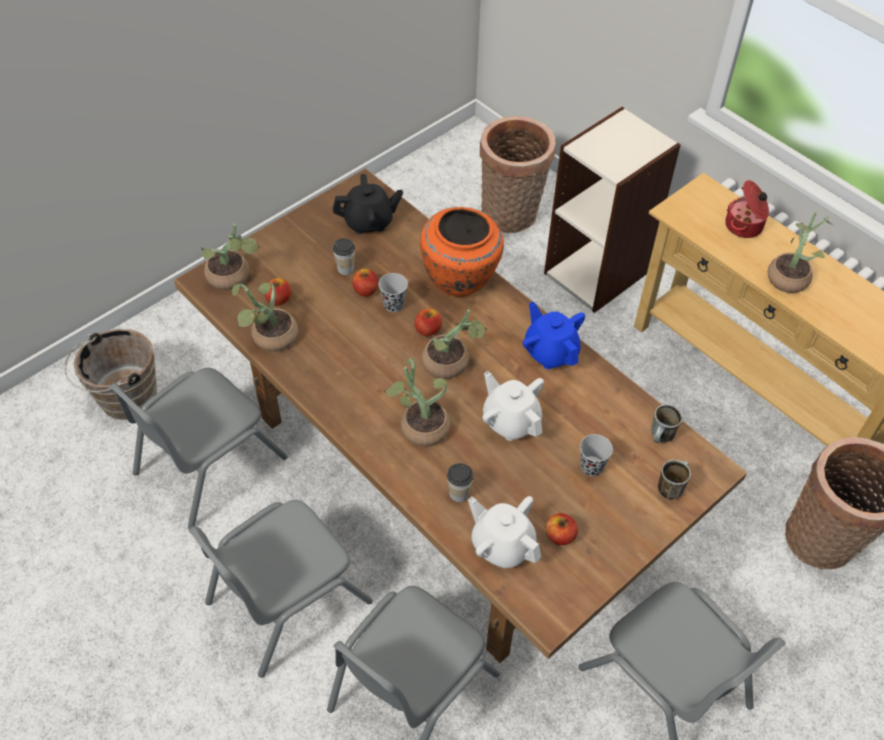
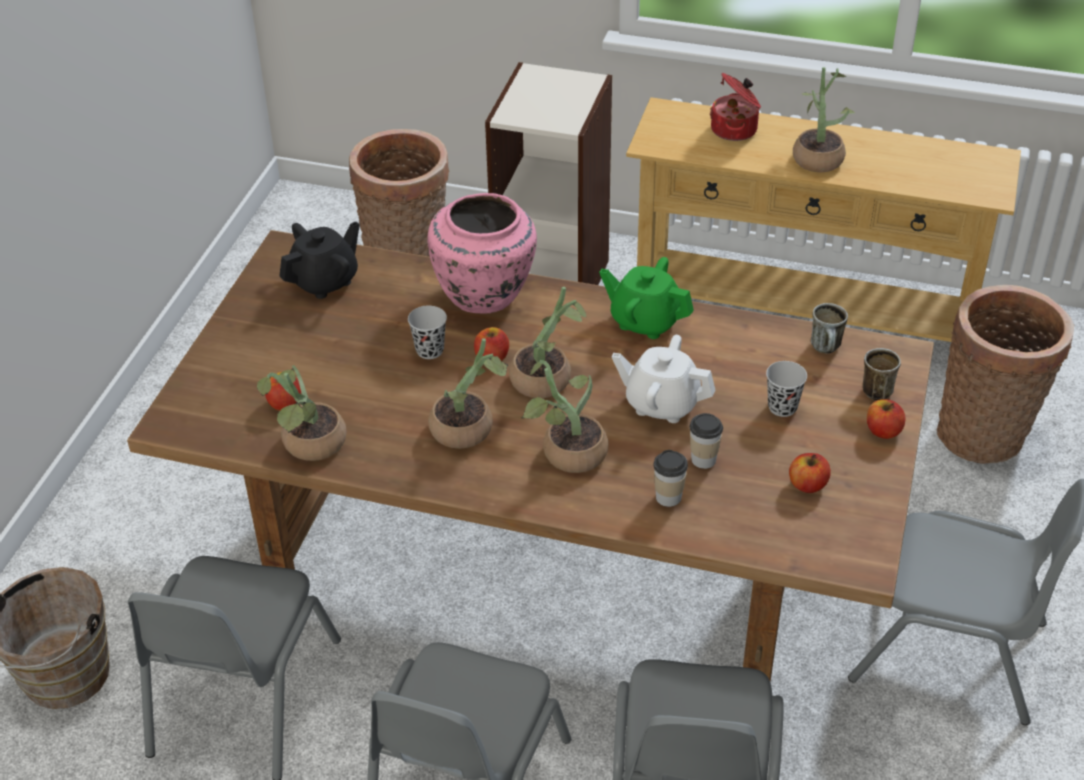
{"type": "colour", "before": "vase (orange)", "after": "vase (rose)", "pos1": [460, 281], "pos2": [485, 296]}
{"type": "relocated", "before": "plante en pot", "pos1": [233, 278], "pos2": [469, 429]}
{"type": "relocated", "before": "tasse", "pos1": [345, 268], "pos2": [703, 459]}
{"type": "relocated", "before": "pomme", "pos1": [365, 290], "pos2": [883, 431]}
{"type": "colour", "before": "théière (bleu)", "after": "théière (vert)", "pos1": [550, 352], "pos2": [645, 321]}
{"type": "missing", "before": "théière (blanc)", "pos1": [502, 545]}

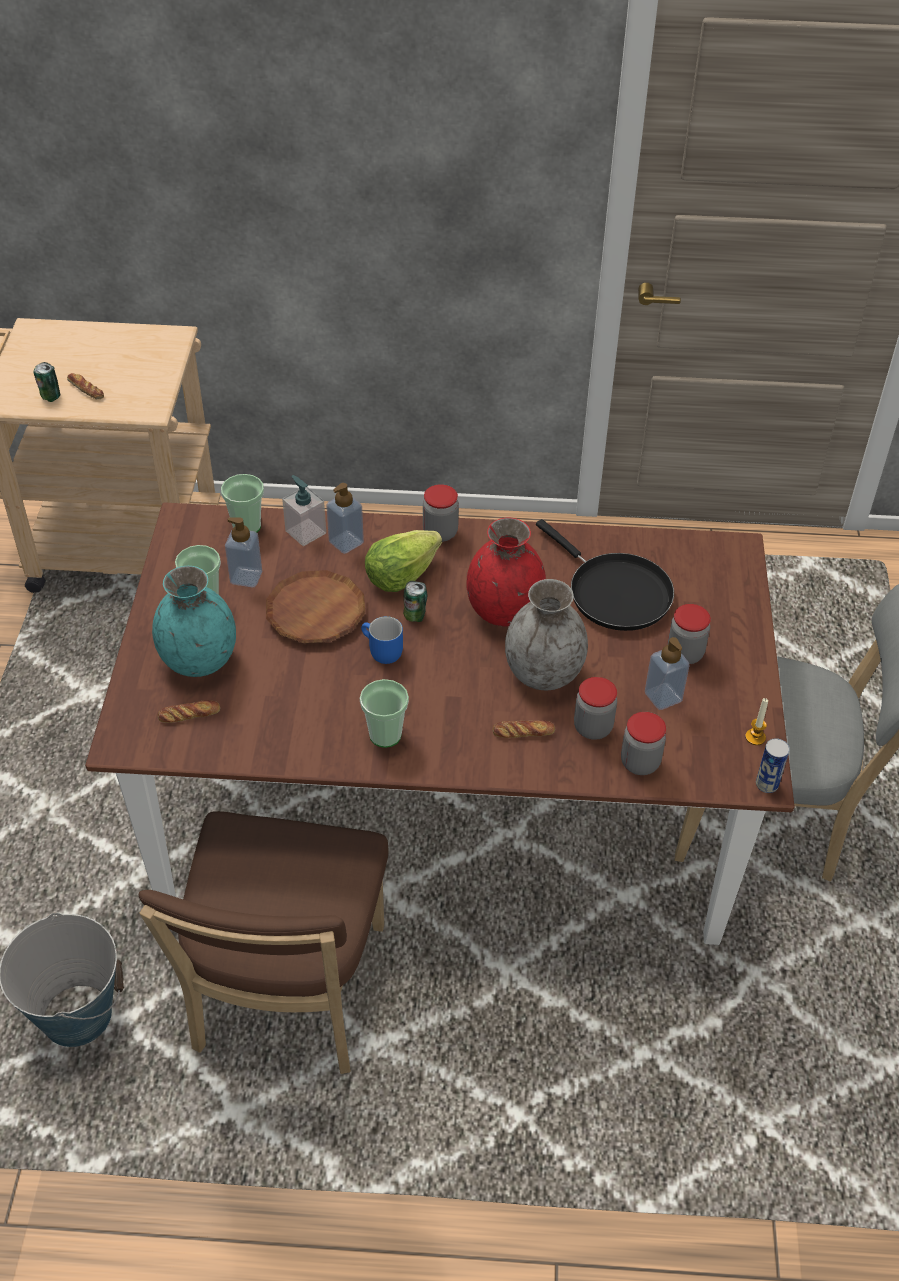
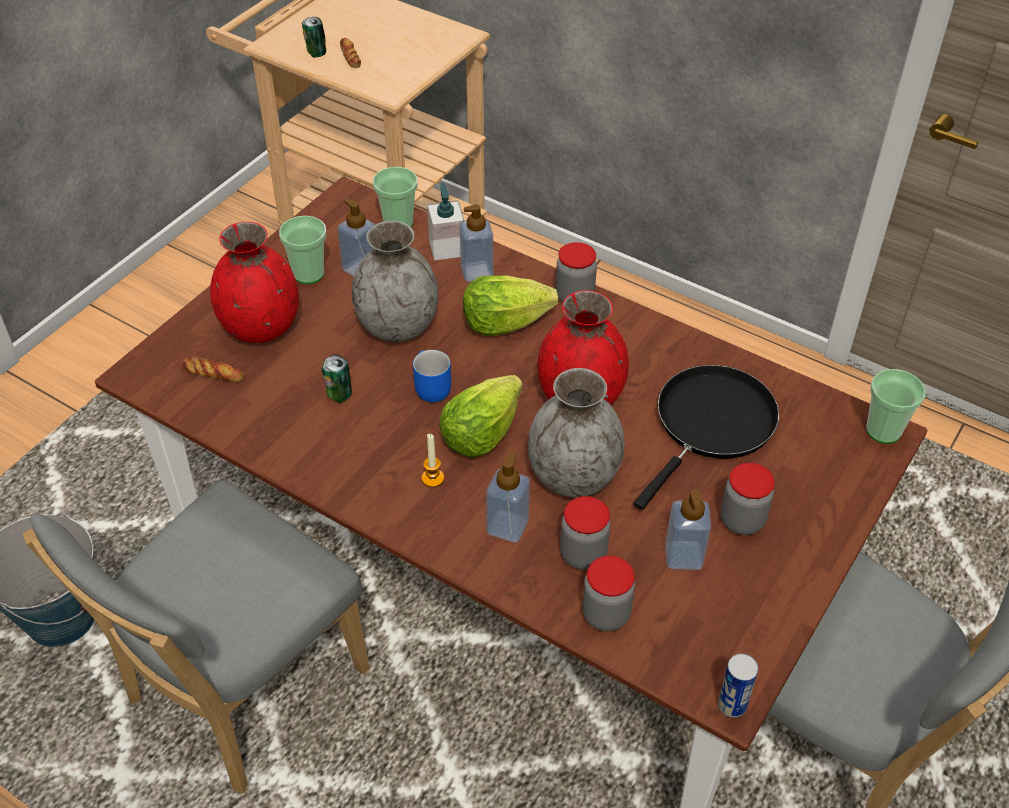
{"type": "spun", "before": "poêle (noir)", "pos1": [614, 592], "pos2": [711, 425], "turn": -135}
{"type": "colour", "before": "vase (turquoise)", "after": "vase (rouge)", "pos1": [199, 659], "pos2": [261, 327]}
{"type": "exchanged", "before": "assiette (marron)", "after": "vase (gris)", "pos1": [315, 612], "pos2": [398, 326]}
{"type": "relocated", "before": "boîte métallique", "pos1": [415, 616], "pos2": [339, 395]}
{"type": "relocated", "before": "tasse", "pos1": [385, 735], "pos2": [883, 430]}
{"type": "relocated", "before": "bougie", "pos1": [755, 737], "pos2": [432, 478]}
{"type": "exchanged", "before": "pain", "after": "distributeur de savon", "pos1": [523, 732], "pos2": [507, 526]}
{"type": "colour", "before": "chaise (marron)", "after": "chaise (gris)", "pos1": [286, 996], "pos2": [239, 692]}
{"type": "appeared", "after": "laitue", "pos2": [480, 434]}

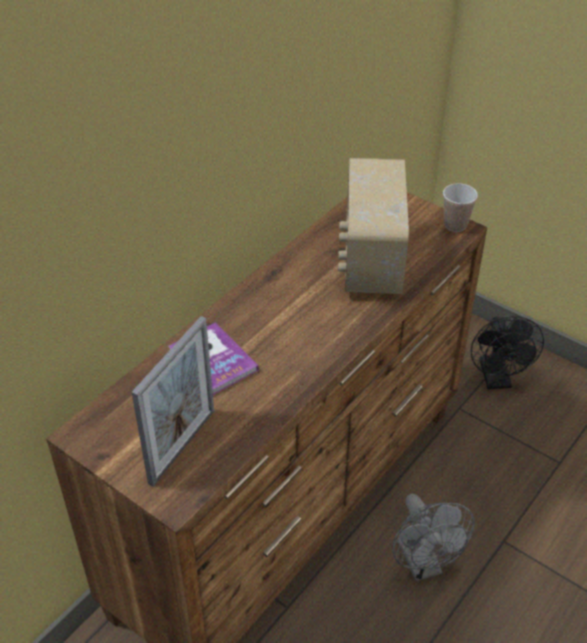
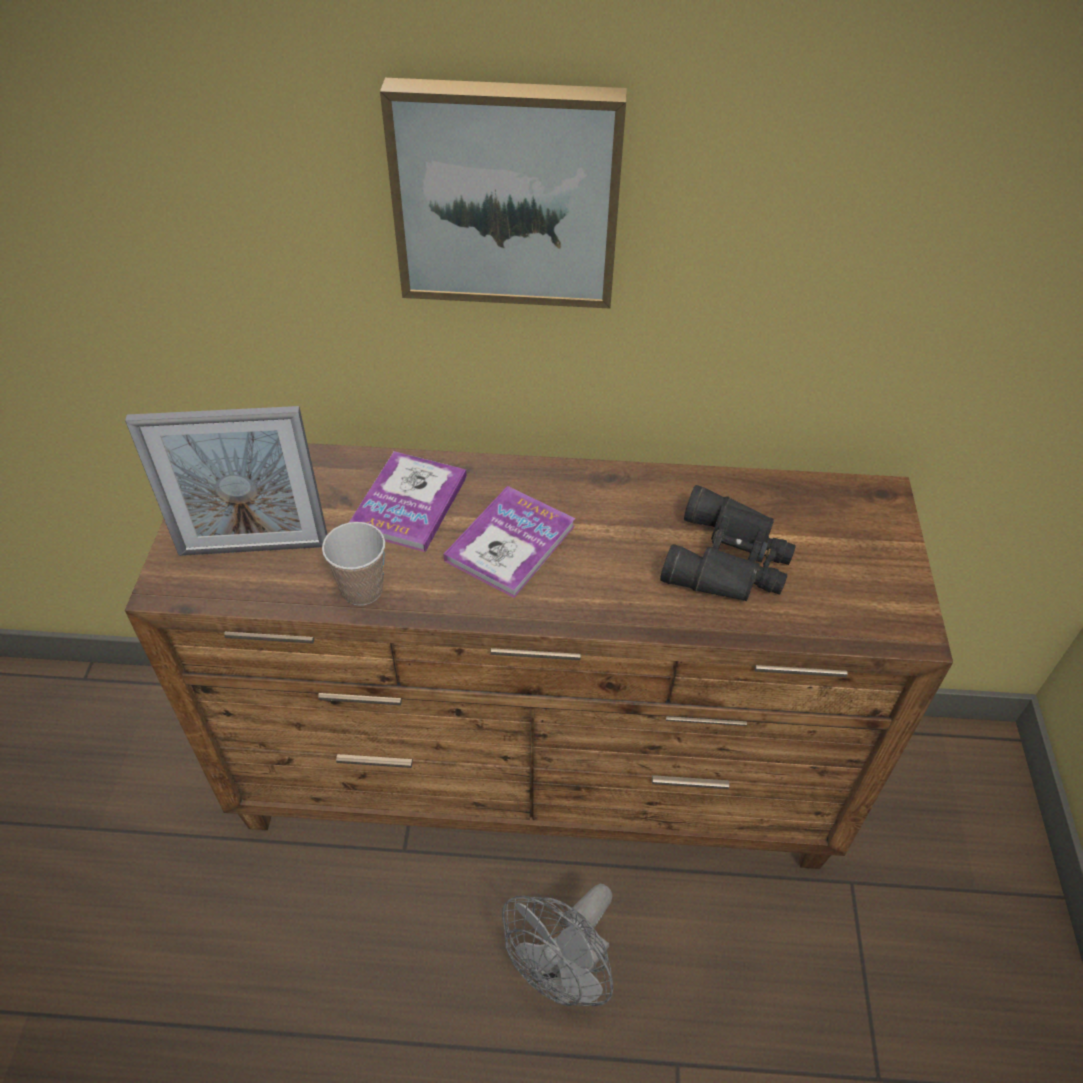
{"type": "exchanged", "before": "radio", "after": "jumelles (noir)", "pos1": [370, 260], "pos2": [730, 560]}
{"type": "relocated", "before": "tasse", "pos1": [455, 225], "pos2": [362, 590]}
{"type": "missing", "before": "ventilateur (noir)", "pos1": [497, 379]}
{"type": "appeared", "after": "tableau", "pos2": [506, 193]}
{"type": "appeared", "after": "livre", "pos2": [510, 543]}

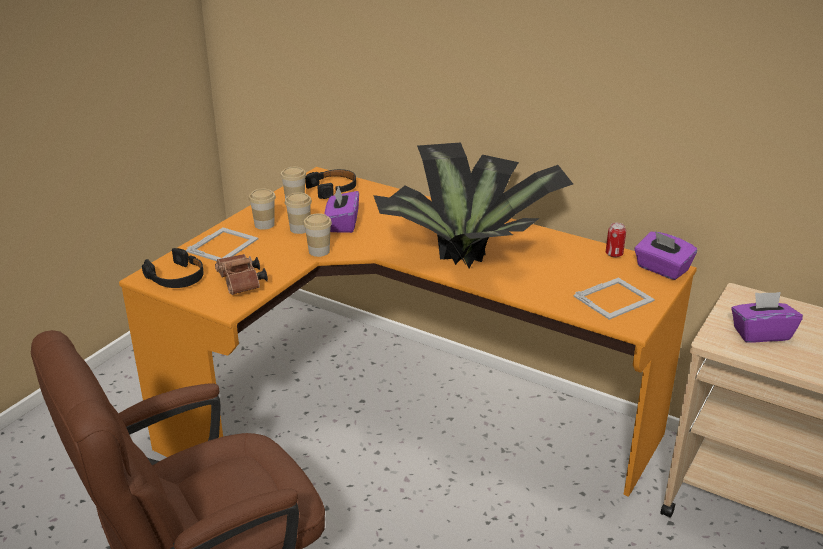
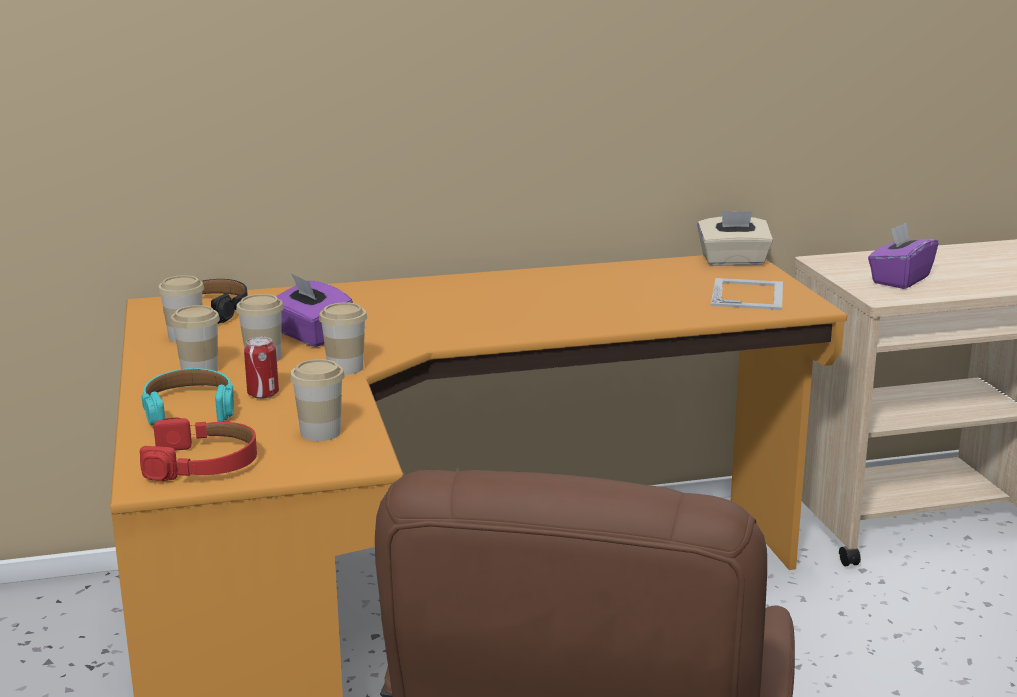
{"type": "missing", "before": "plante en pot", "pos1": [468, 251]}
{"type": "relocated", "before": "boîte métallique", "pos1": [614, 254], "pos2": [263, 394]}
{"type": "exchanged", "before": "cadre photo", "after": "casque audio (turquoise)", "pos1": [223, 245], "pos2": [189, 409]}
{"type": "colour", "before": "boîte à mouchoirs (violet)", "after": "boîte à mouchoirs (beige)", "pos1": [662, 269], "pos2": [733, 261]}
{"type": "colour", "before": "casque audio (noir)", "after": "casque audio (rouge)", "pos1": [177, 277], "pos2": [203, 463]}
{"type": "exchanged", "before": "jumelles (marron)", "after": "tasse", "pos1": [242, 284], "pos2": [320, 432]}

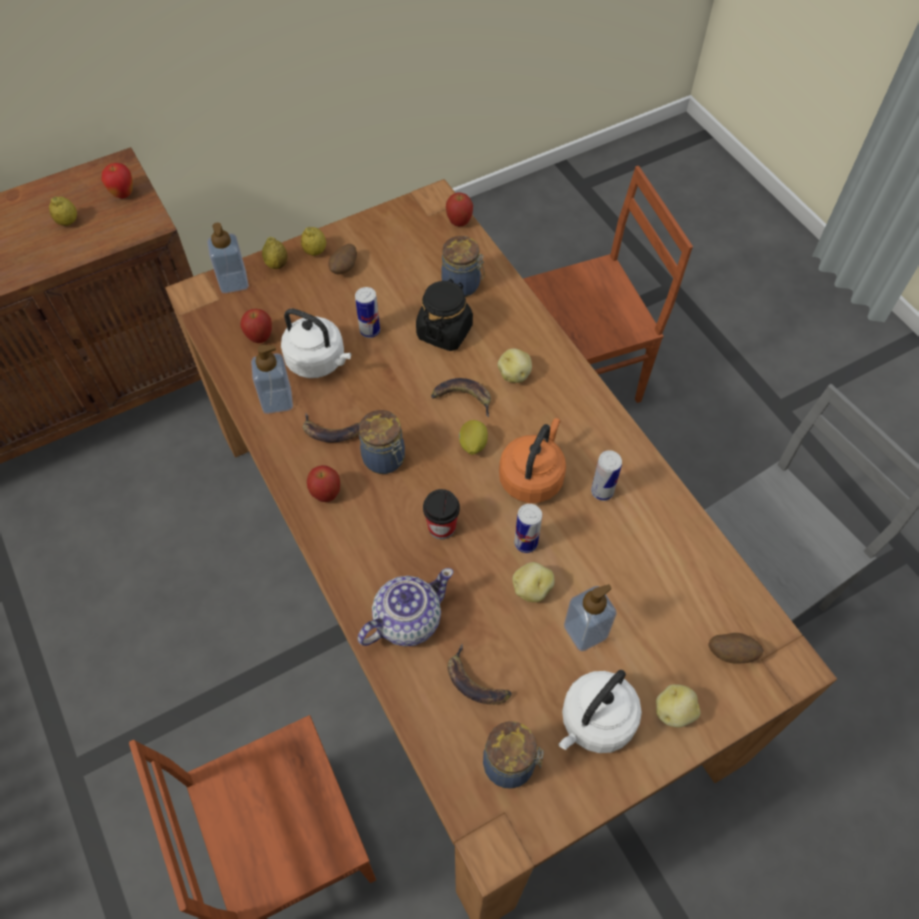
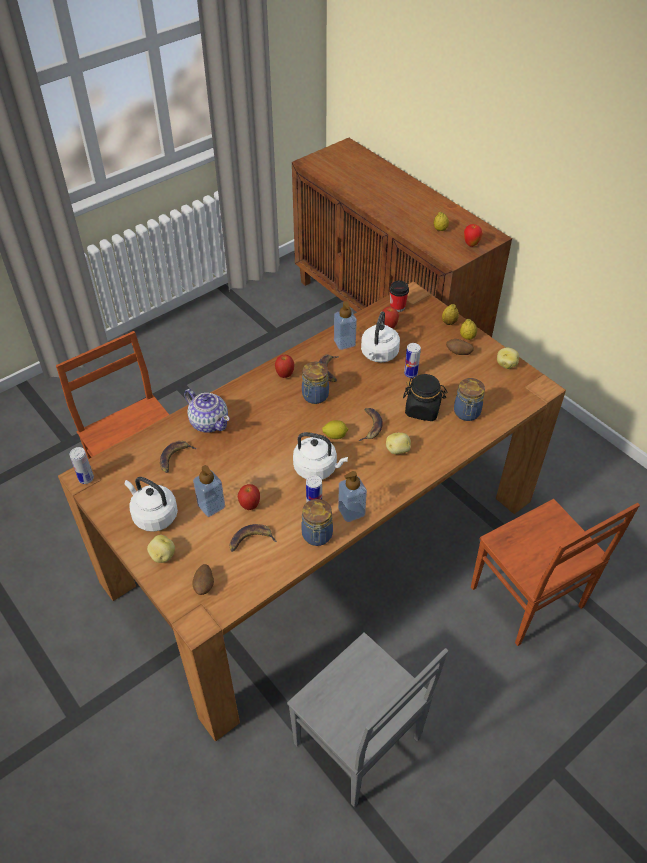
{"type": "relocated", "before": "pomme", "pos1": [459, 222], "pos2": [250, 505]}
{"type": "relocated", "before": "distributeur de savon", "pos1": [233, 282], "pos2": [351, 512]}
{"type": "colour", "before": "bouilloire (orange)", "after": "bouilloire (blanc)", "pos1": [532, 477], "pos2": [317, 468]}
{"type": "relocated", "before": "tasse", "pos1": [442, 527], "pos2": [397, 307]}
{"type": "relocated", "before": "boîte métallique", "pos1": [526, 543], "pos2": [86, 478]}
{"type": "relocated", "before": "pomme de terre", "pos1": [531, 588], "pos2": [506, 364]}
{"type": "relocated", "before": "bocal", "pos1": [511, 764], "pos2": [317, 536]}
{"type": "appeared", "after": "banane", "pos2": [251, 540]}

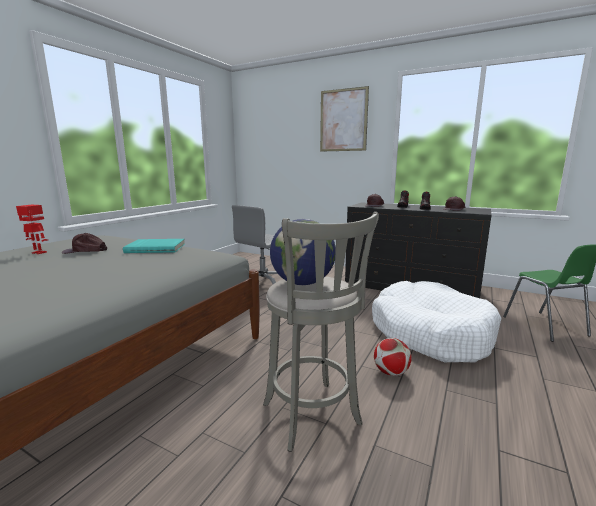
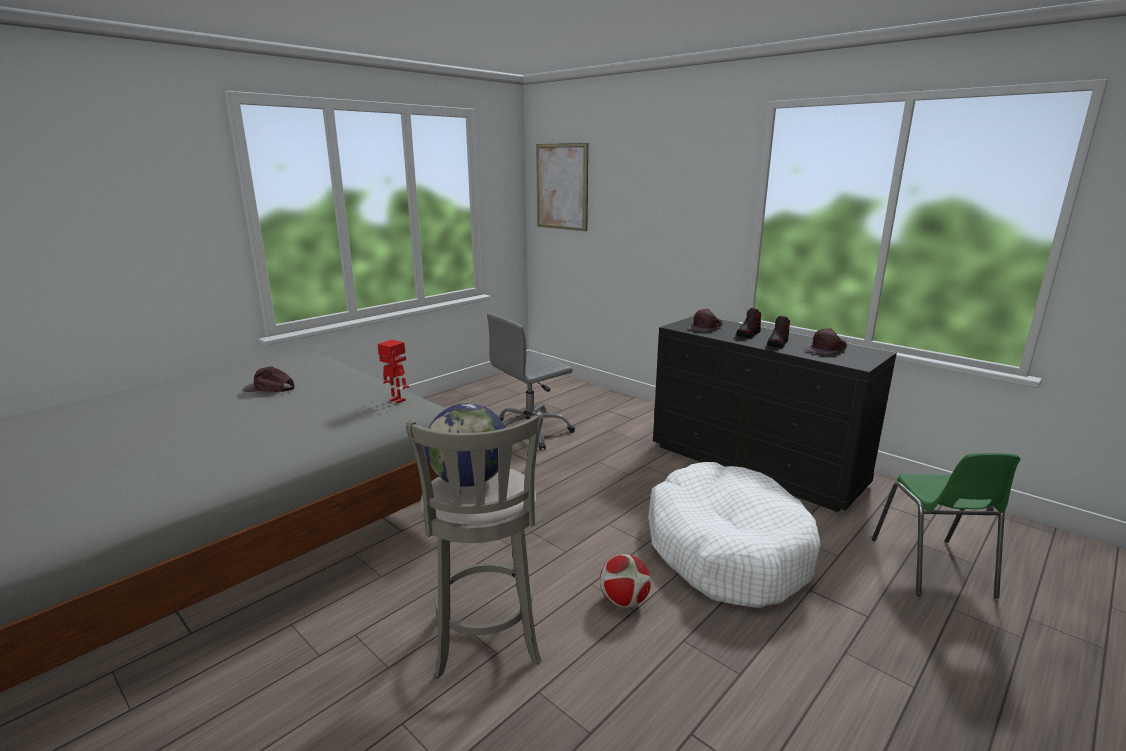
{"type": "relocated", "before": "tableau", "pos1": [343, 120], "pos2": [561, 187]}
{"type": "relocated", "before": "robot jouet", "pos1": [38, 253], "pos2": [396, 401]}
{"type": "missing", "before": "livre (turquoise)", "pos1": [156, 248]}

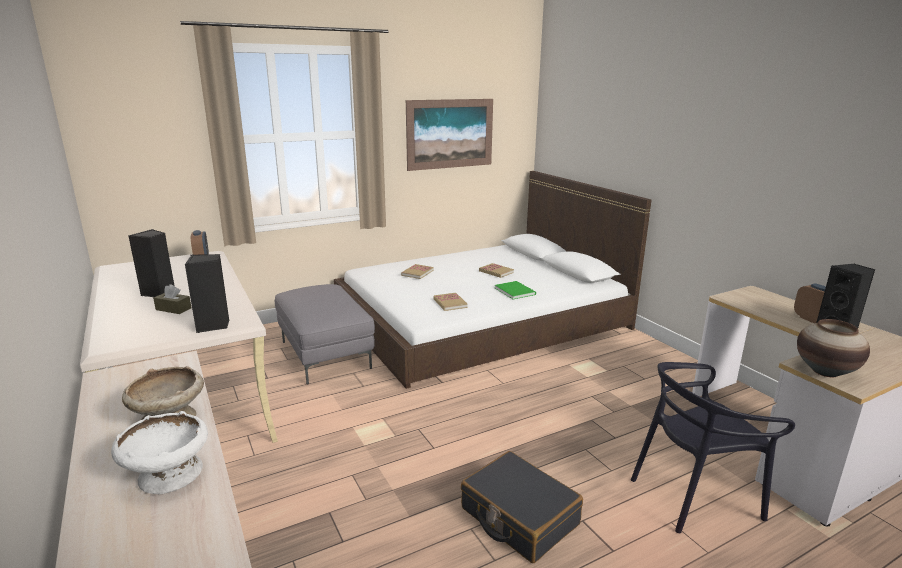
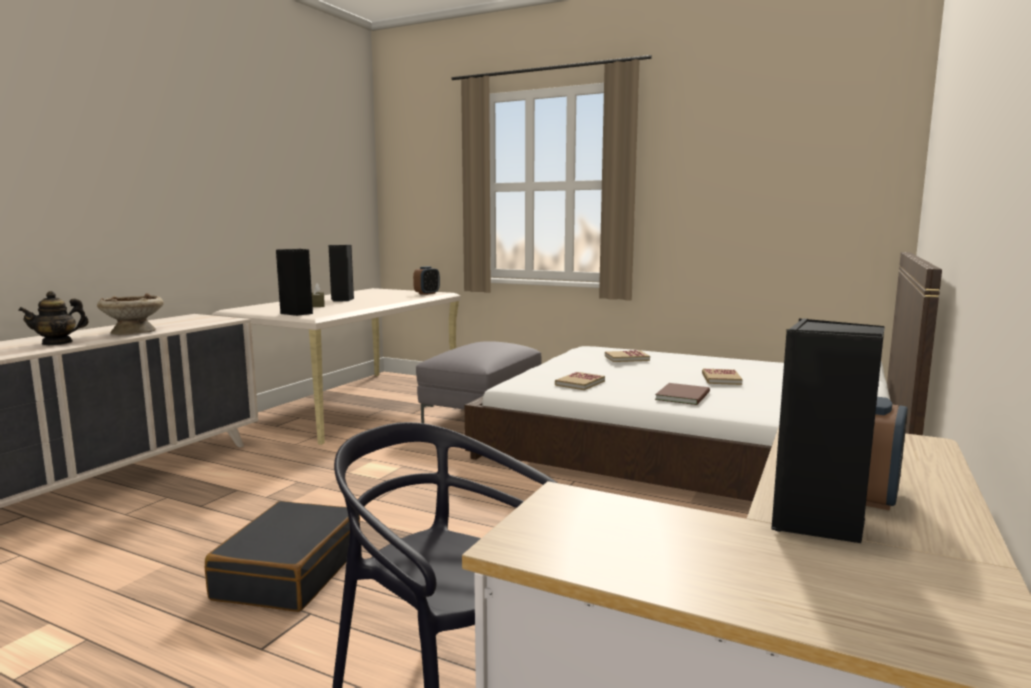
{"type": "missing", "before": "tableau", "pos1": [450, 134]}
{"type": "colour", "before": "livre (vert)", "after": "livre (marron)", "pos1": [515, 291], "pos2": [684, 395]}
{"type": "missing", "before": "vase", "pos1": [825, 371]}
{"type": "exchanged", "before": "bol (blanc)", "after": "théière", "pos1": [168, 476], "pos2": [57, 343]}

